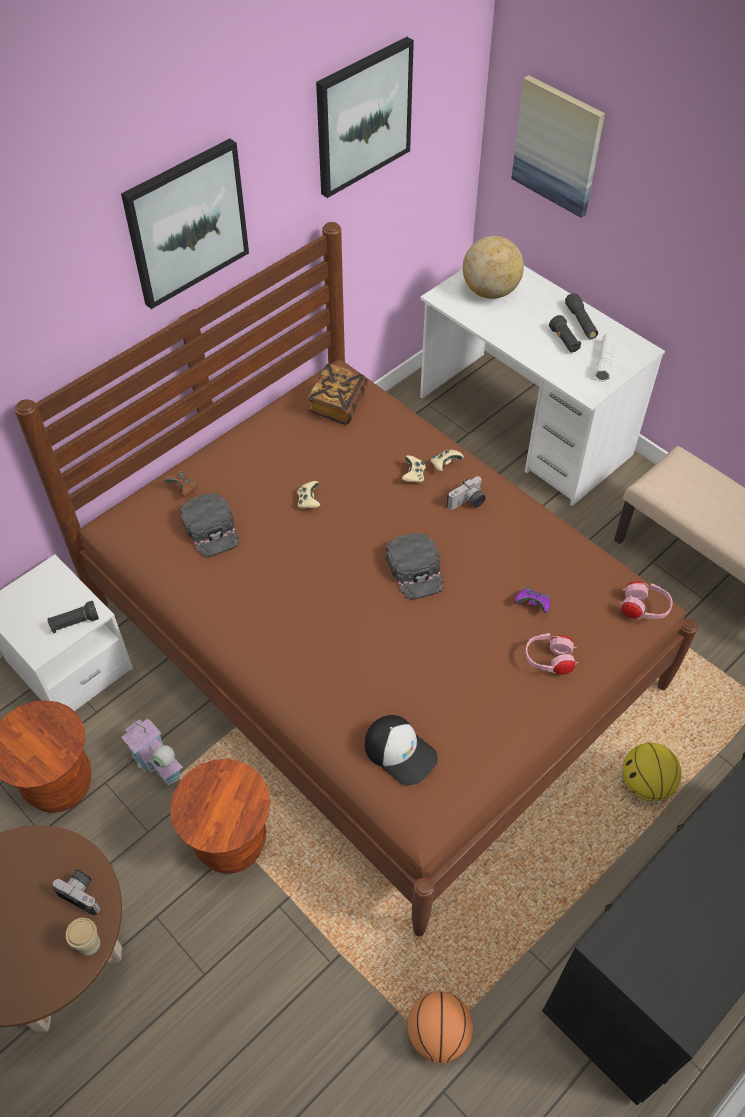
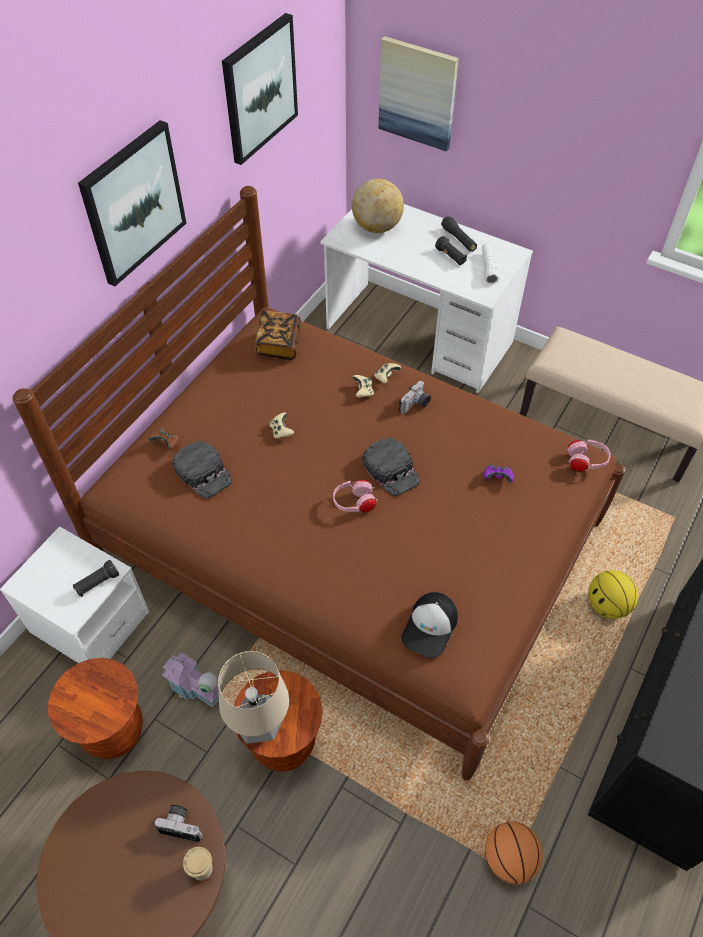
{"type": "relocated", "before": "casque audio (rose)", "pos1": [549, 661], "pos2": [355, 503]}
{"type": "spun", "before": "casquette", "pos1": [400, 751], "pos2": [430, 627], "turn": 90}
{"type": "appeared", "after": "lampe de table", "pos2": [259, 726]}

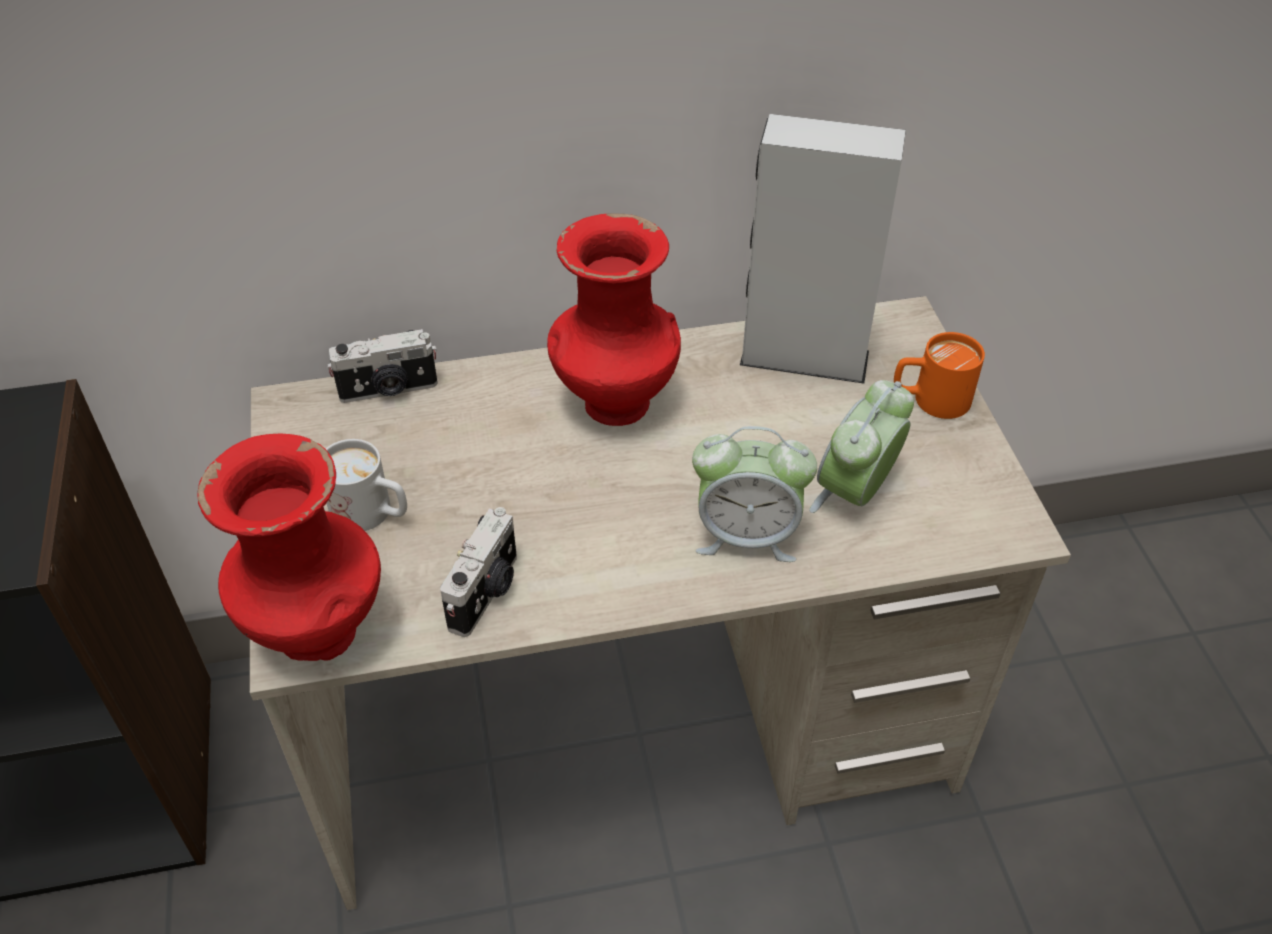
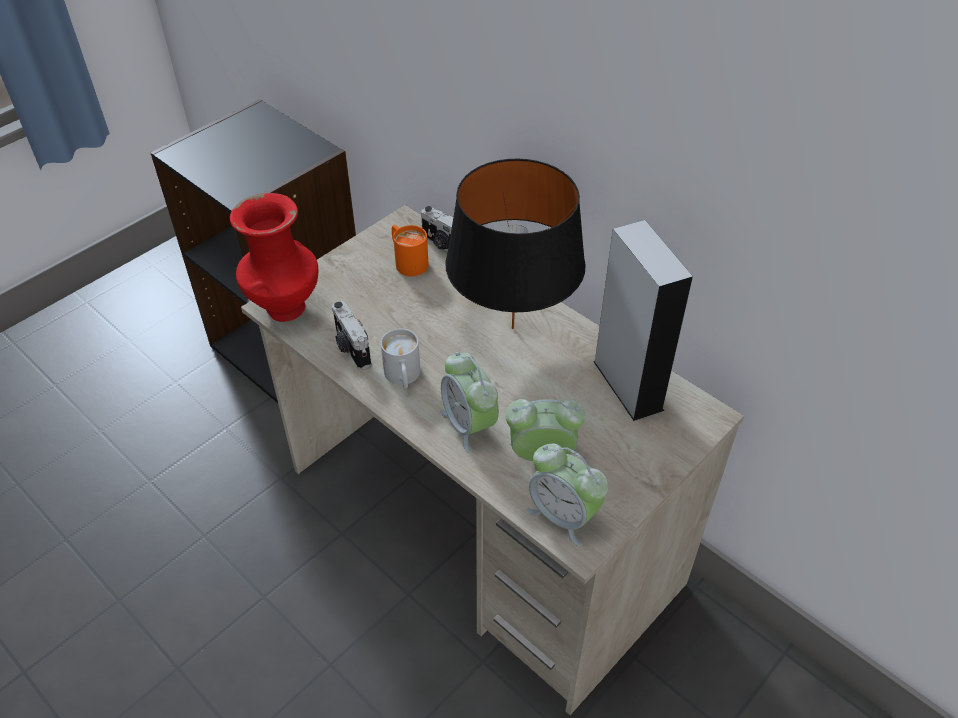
{"type": "exchanged", "before": "vase (rouge)", "after": "lampe de table (noir)", "pos1": [613, 404], "pos2": [513, 327]}
{"type": "relocated", "before": "mug (orange)", "pos1": [929, 400], "pos2": [407, 261]}
{"type": "relocated", "before": "mug (blanc)", "pos1": [372, 514], "pos2": [403, 378]}
{"type": "spun", "before": "appareil photo", "pos1": [486, 592], "pos2": [351, 348], "turn": 75}
{"type": "appeared", "after": "réveil", "pos2": [563, 515]}

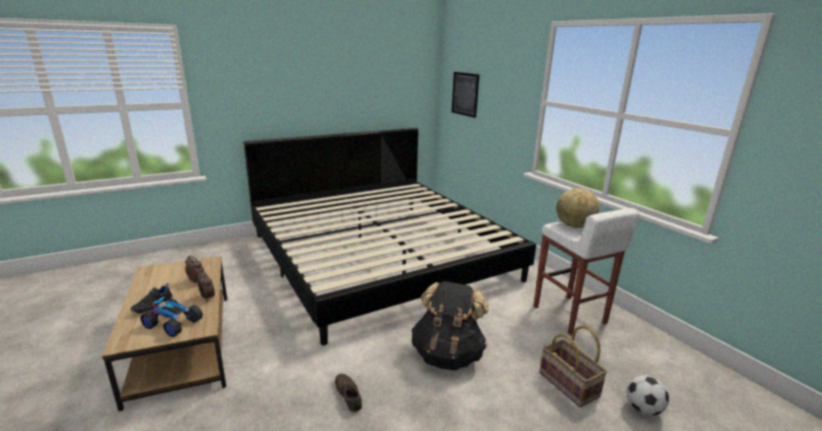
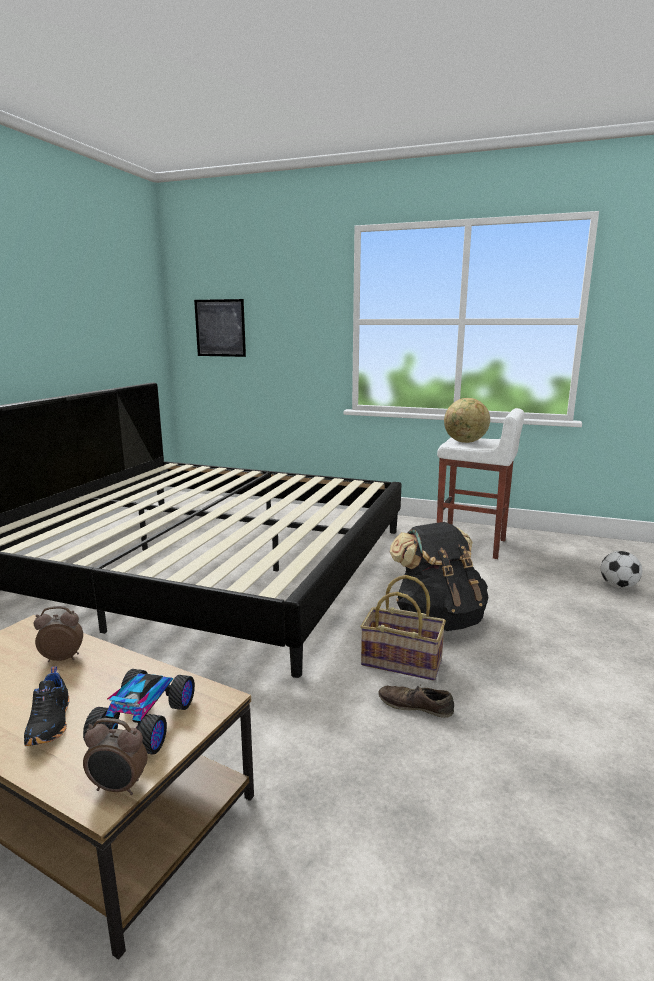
{"type": "relocated", "before": "réveil", "pos1": [207, 298], "pos2": [118, 788]}
{"type": "spun", "before": "petite voiture", "pos1": [172, 324], "pos2": [145, 722], "turn": -60}
{"type": "relocated", "before": "panier", "pos1": [569, 384], "pos2": [402, 661]}

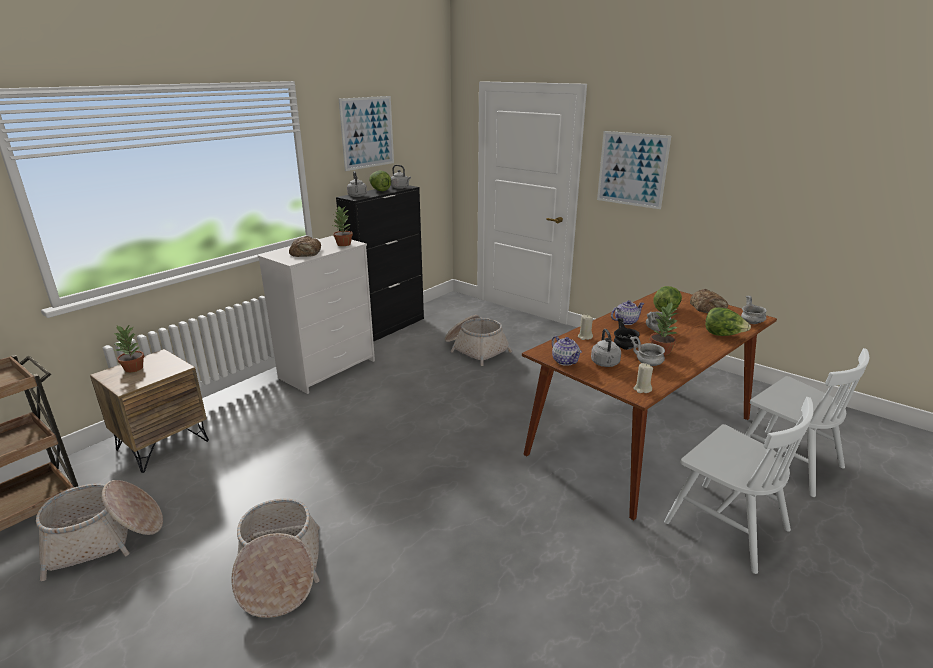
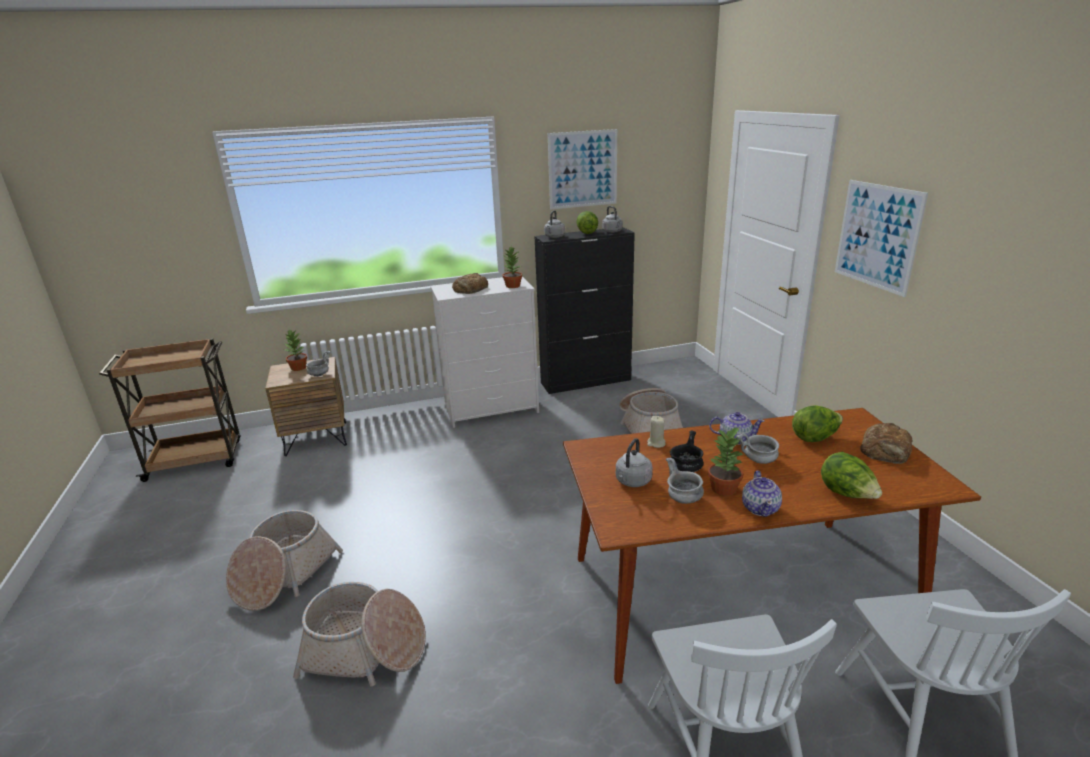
{"type": "relocated", "before": "bol (gris)", "pos1": [751, 322], "pos2": [319, 374]}
{"type": "relocated", "before": "théière", "pos1": [565, 361], "pos2": [760, 508]}
{"type": "missing", "before": "bougie (beige)", "pos1": [642, 389]}
{"type": "relocated", "before": "panier", "pos1": [105, 539], "pos2": [365, 650]}

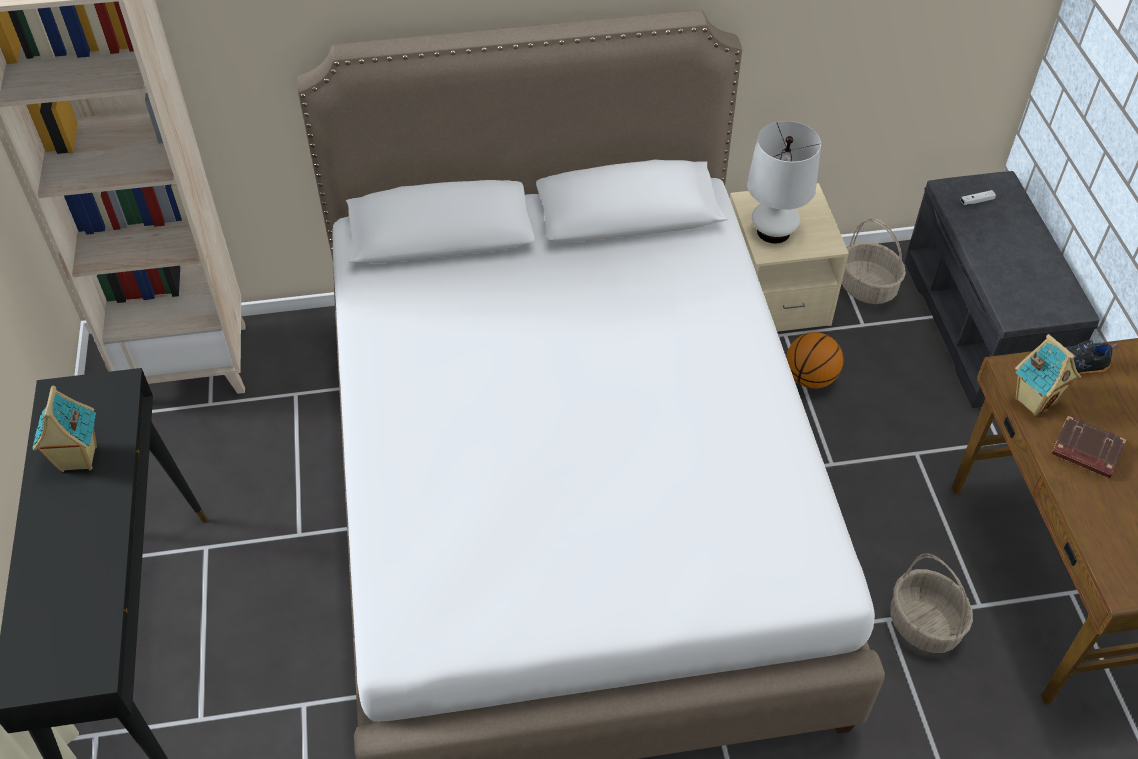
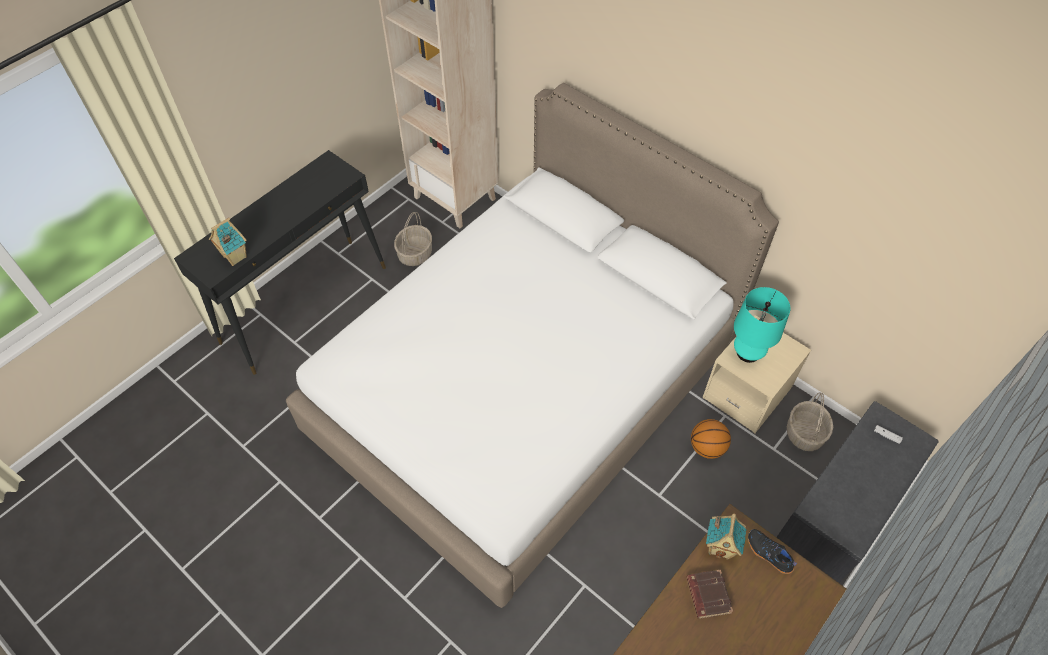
{"type": "colour", "before": "lampe de table (blanc)", "after": "lampe de table (turquoise)", "pos1": [773, 231], "pos2": [748, 352]}
{"type": "relocated", "before": "maison miniature", "pos1": [78, 460], "pos2": [234, 257]}
{"type": "relocated", "before": "panier", "pos1": [923, 624], "pos2": [415, 253]}

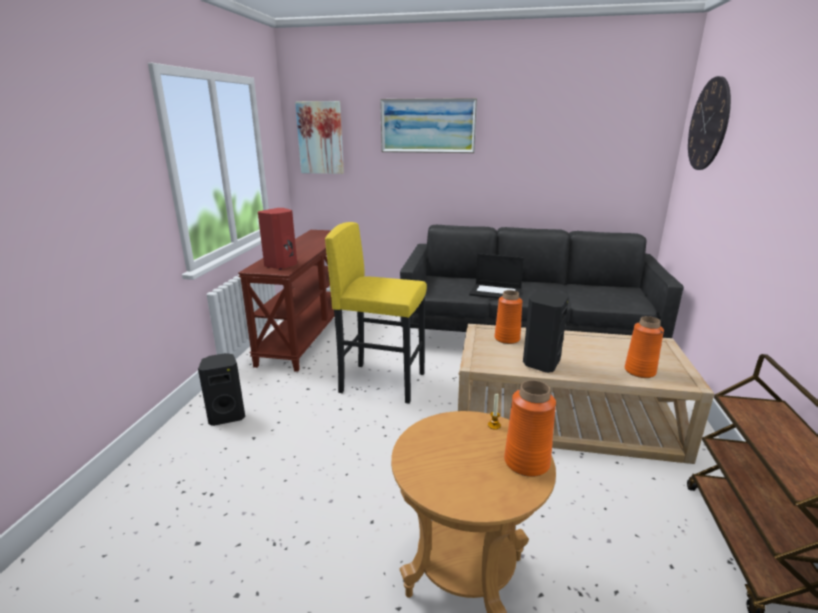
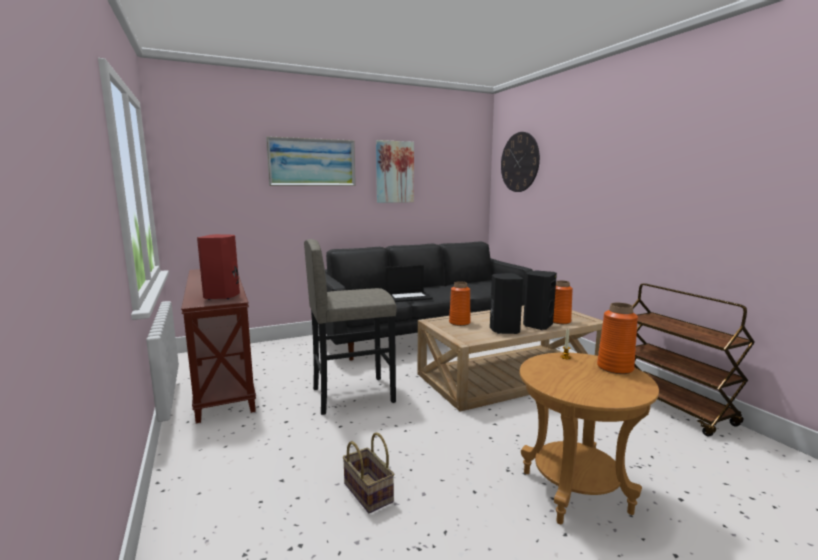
{"type": "relocated", "before": "tableau", "pos1": [320, 138], "pos2": [394, 172]}
{"type": "colour", "before": "tabouret (jaune)", "after": "tabouret (gris)", "pos1": [382, 382], "pos2": [352, 395]}
{"type": "relocated", "before": "enceinte (noir)", "pos1": [227, 416], "pos2": [537, 325]}
{"type": "appeared", "after": "panier", "pos2": [366, 492]}

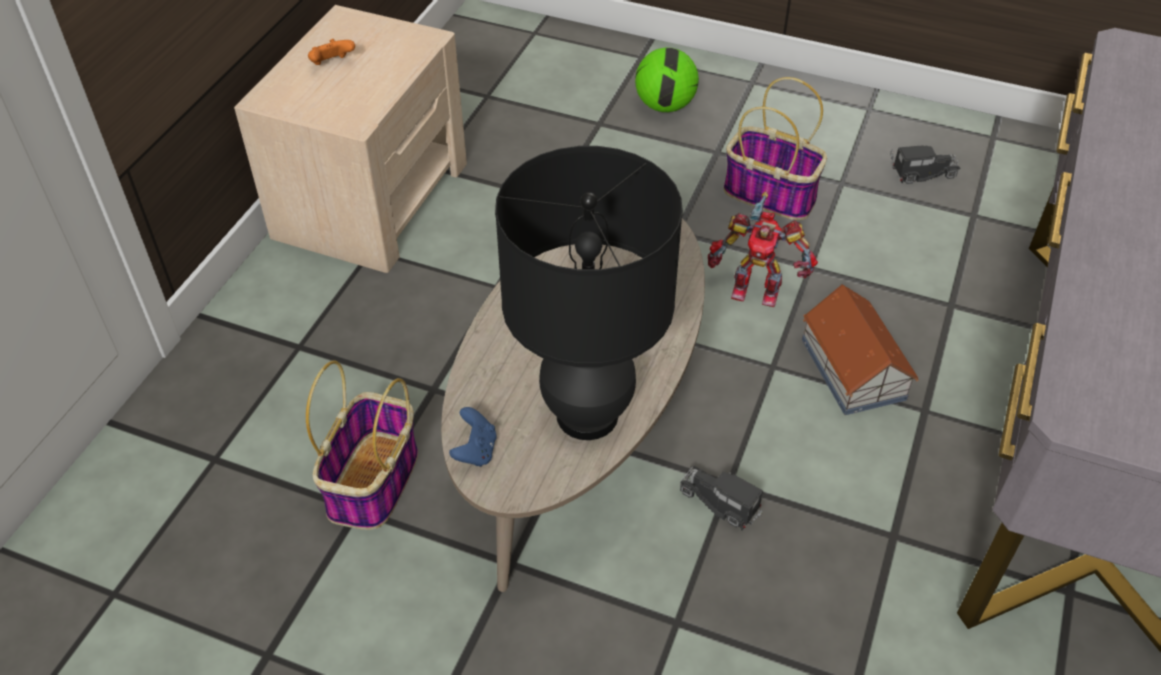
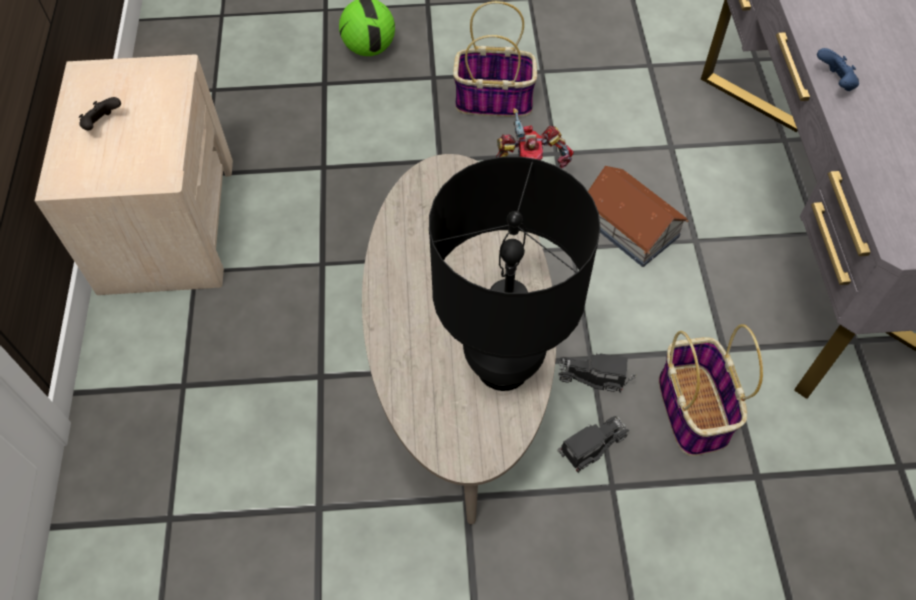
{"type": "colour", "before": "manette (orange)", "after": "manette (noir)", "pos1": [332, 64], "pos2": [103, 124]}
{"type": "relocated", "before": "camion jouet", "pos1": [920, 174], "pos2": [590, 447]}
{"type": "relocated", "before": "panier", "pos1": [373, 483], "pos2": [694, 410]}
{"type": "relocated", "before": "manette (bleu)", "pos1": [475, 451], "pos2": [834, 82]}

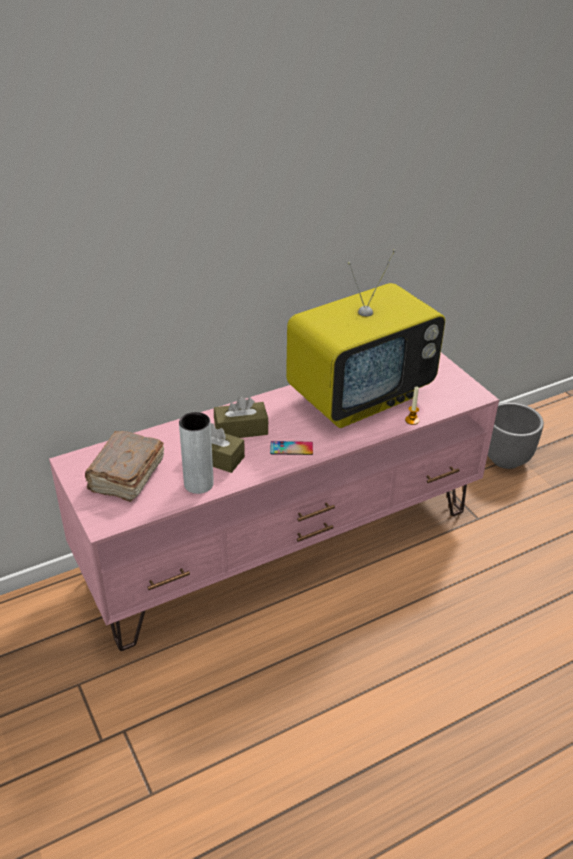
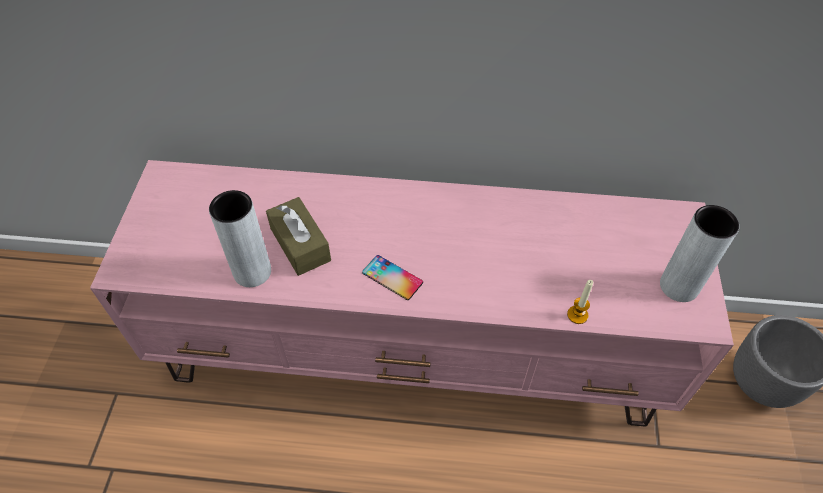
{"type": "missing", "before": "téléviseur", "pos1": [360, 397]}
{"type": "missing", "before": "boîte à mouchoirs (marron)", "pos1": [241, 429]}
{"type": "missing", "before": "livre (marron)", "pos1": [126, 476]}
{"type": "appeared", "after": "vase (gris)", "pos2": [679, 286]}

